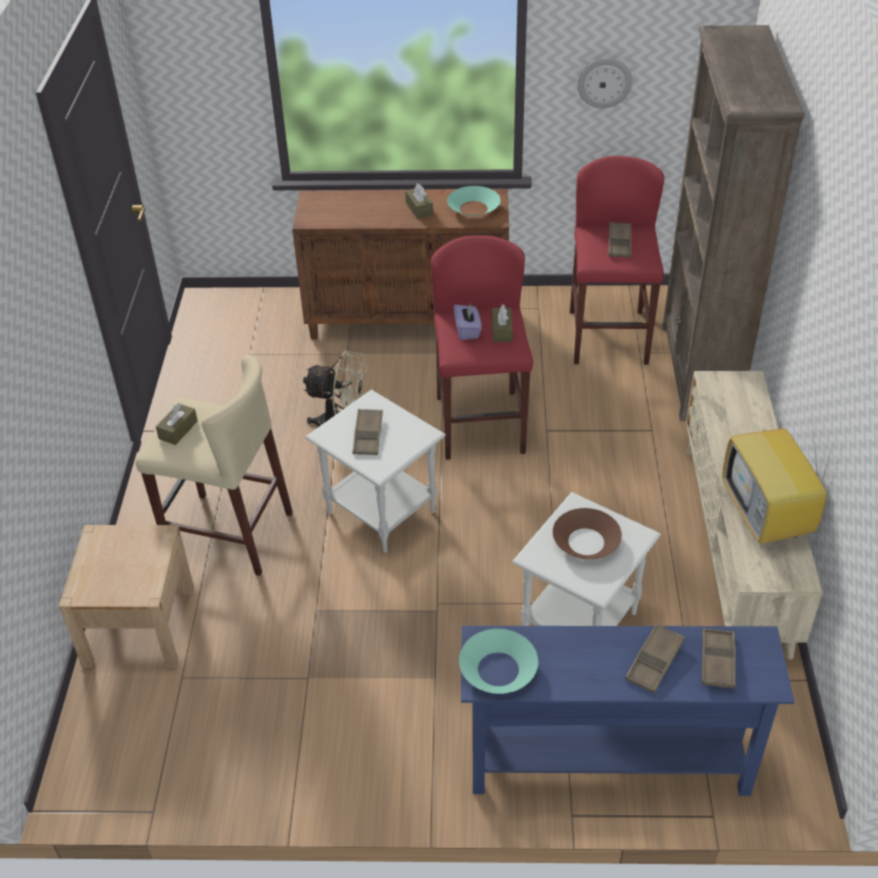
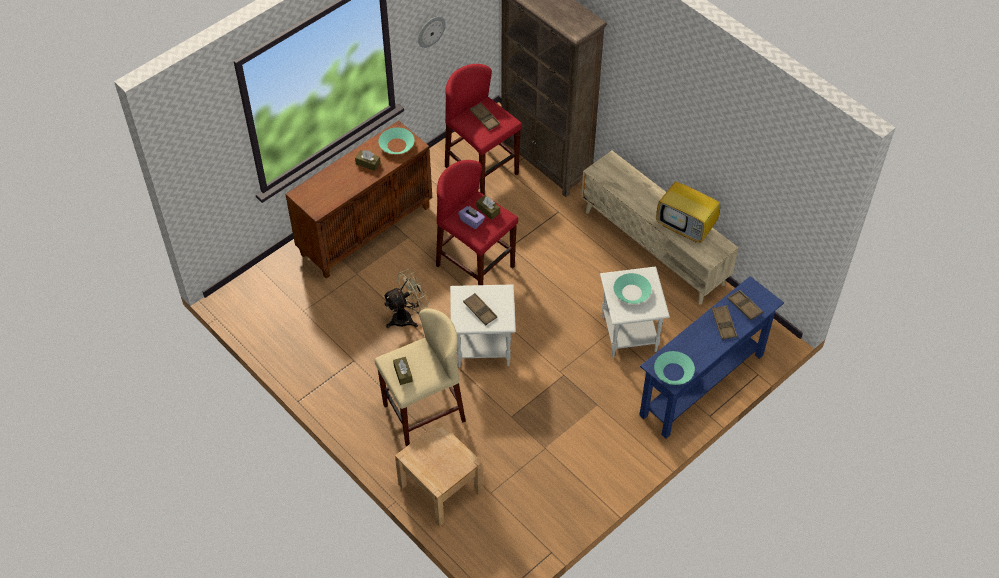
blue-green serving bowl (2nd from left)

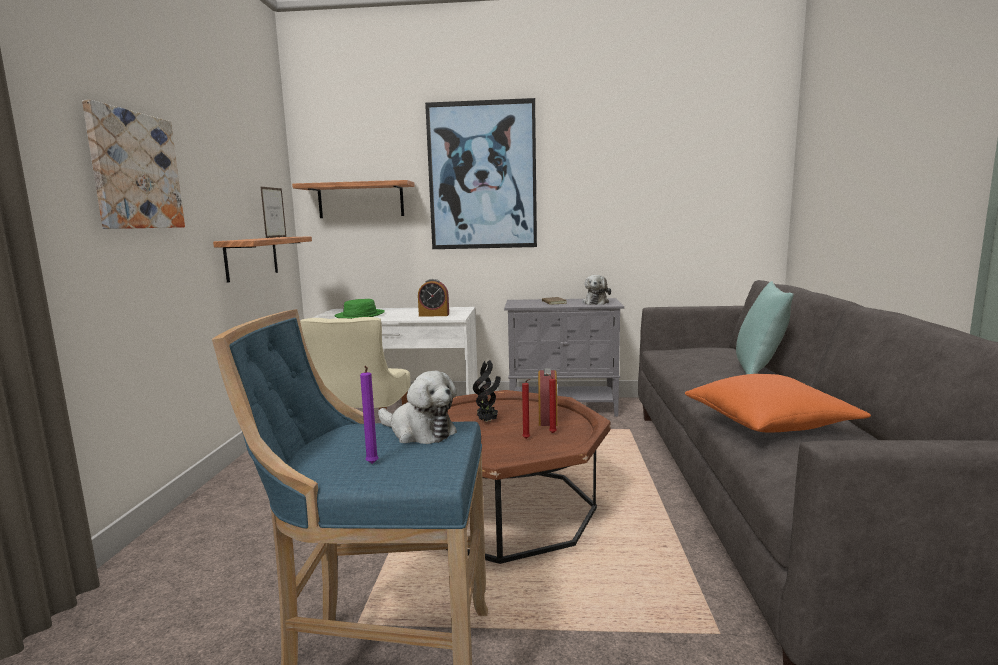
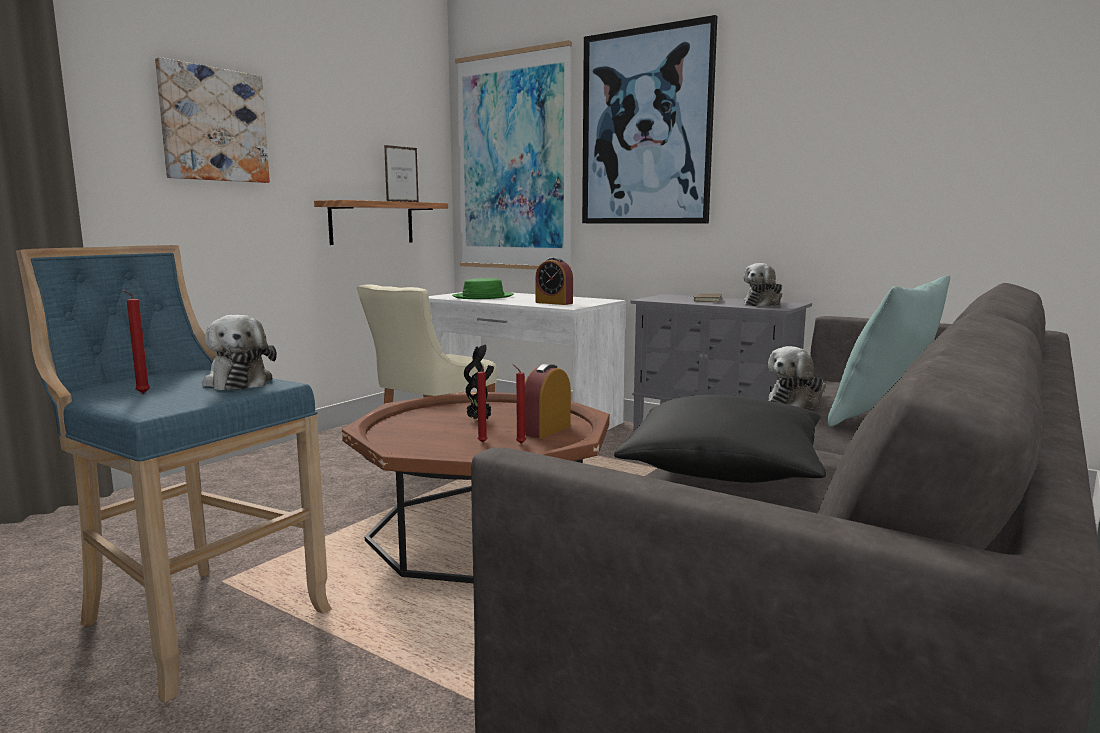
picture (2nd from left)
red candle (1st from left)
blackish cushion
soft toy (3rd from left)

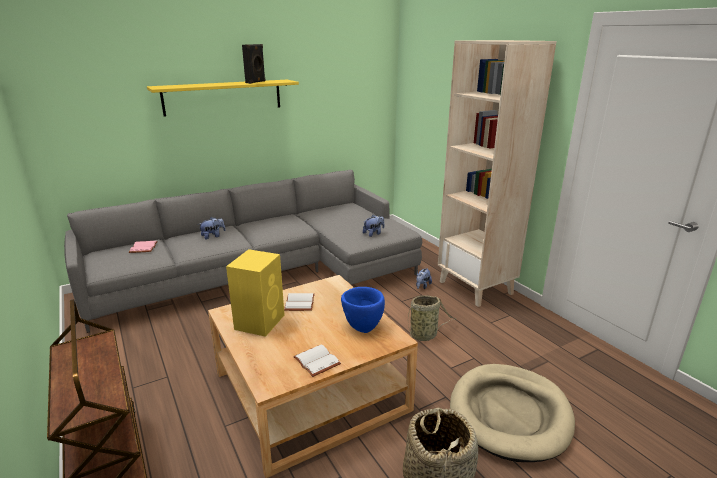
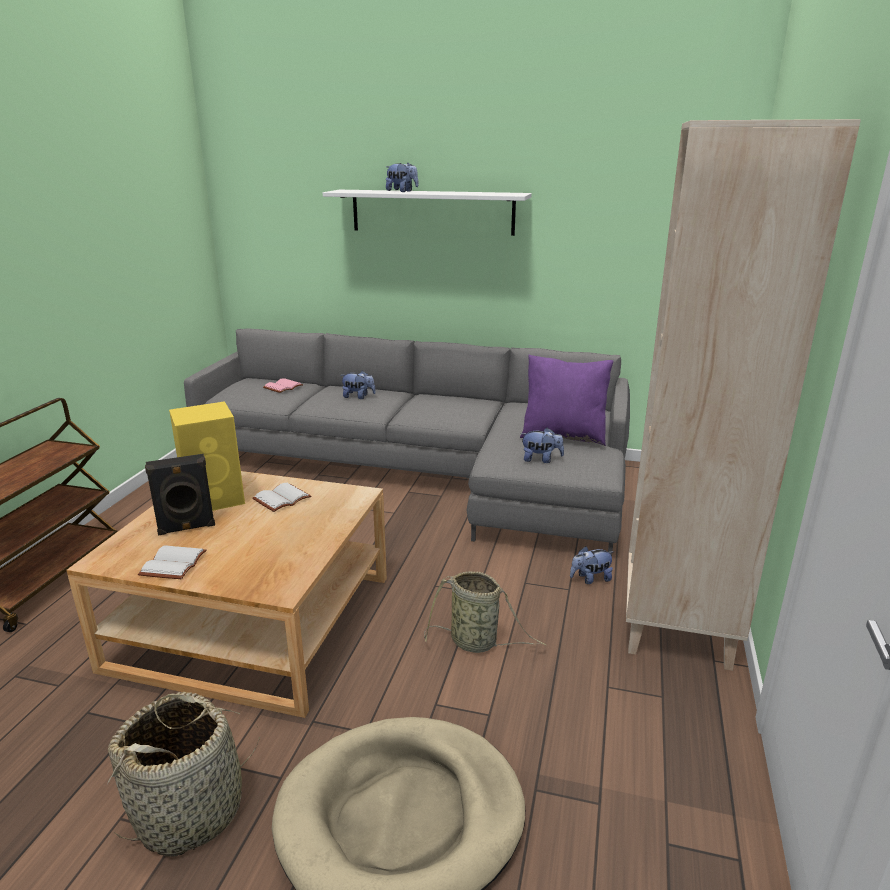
blackish speaker
white-coloured wall shelf
bluish serving bowl
soft toy (2nd from left)
purple-coloured cushion

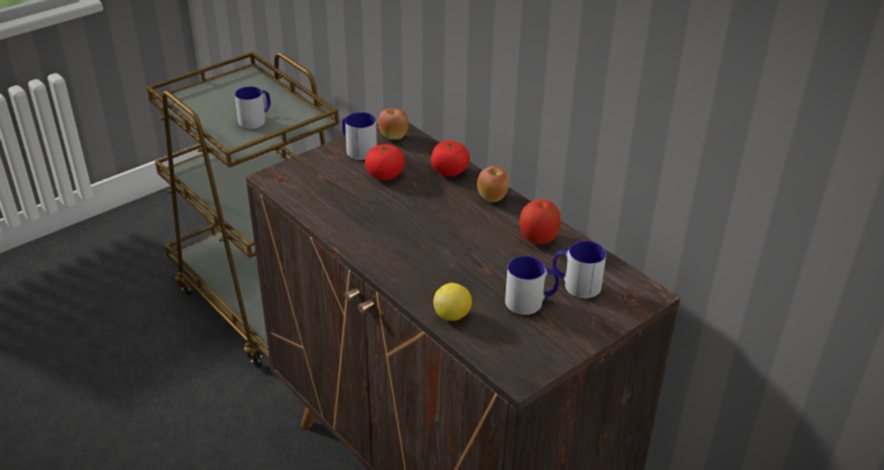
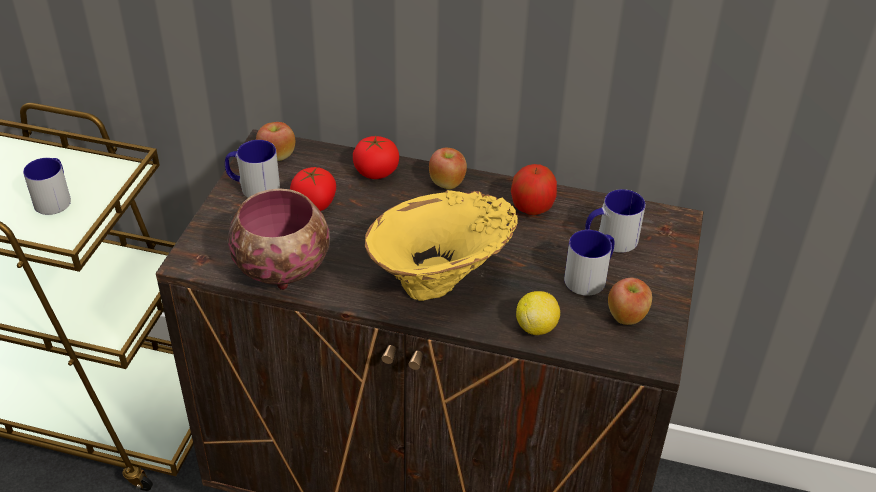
serving bowl
yellow-coloured flower vase
whole apple (4th from left)

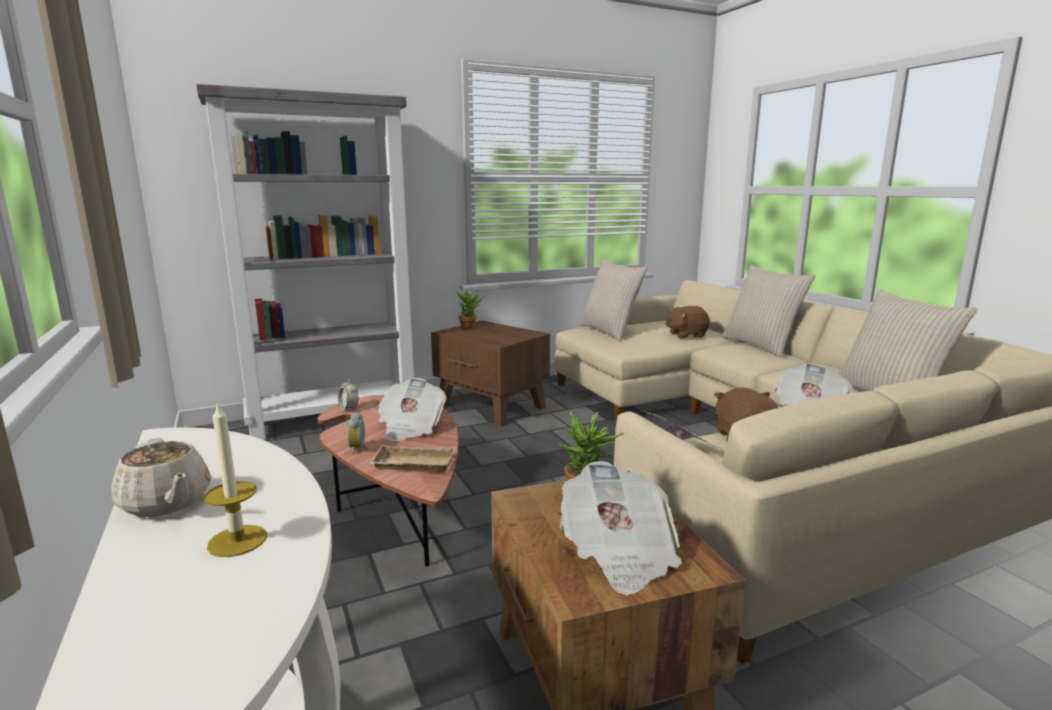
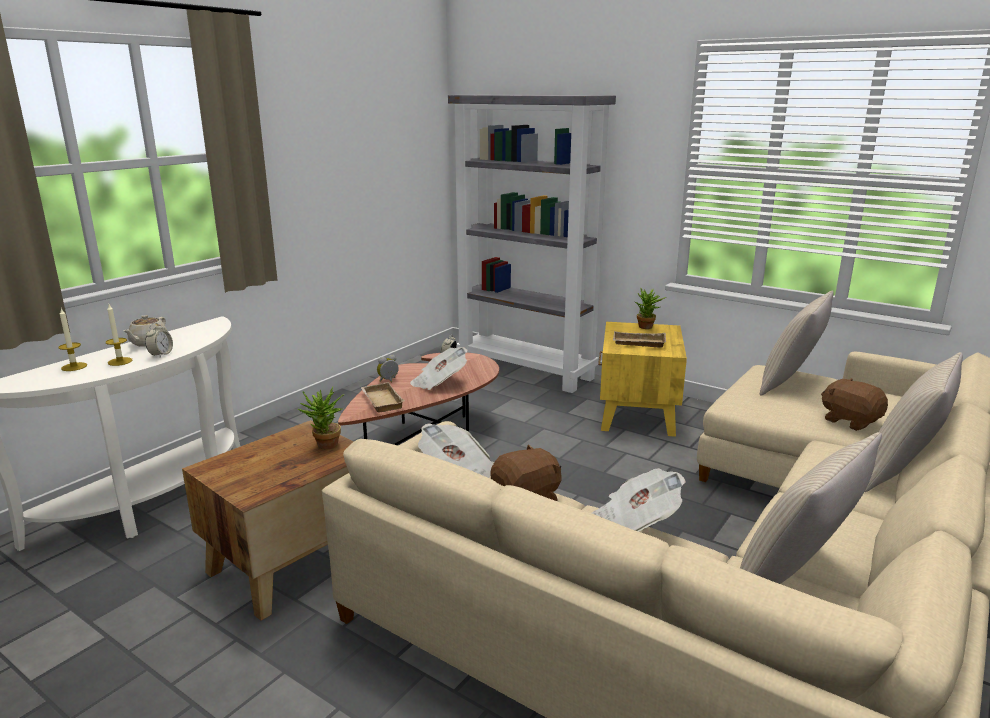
yellow-coloured end table
printed paper (2nd from left in the first image)
candle (1st from left)
table clock (1st from left)
beige carrying tray (2nd from left)

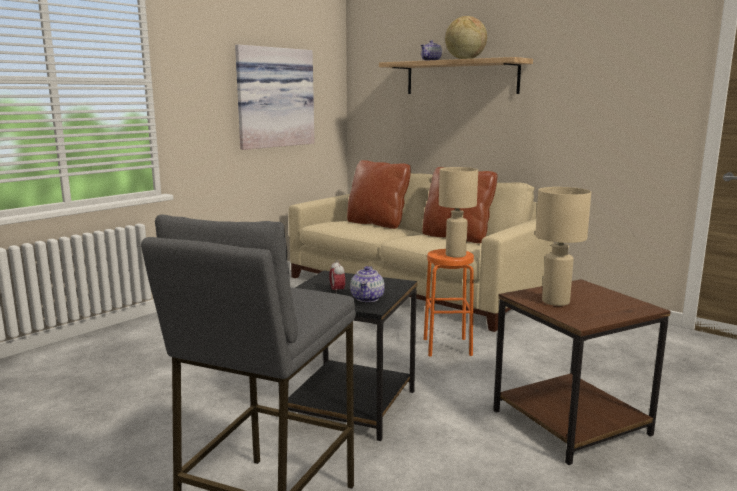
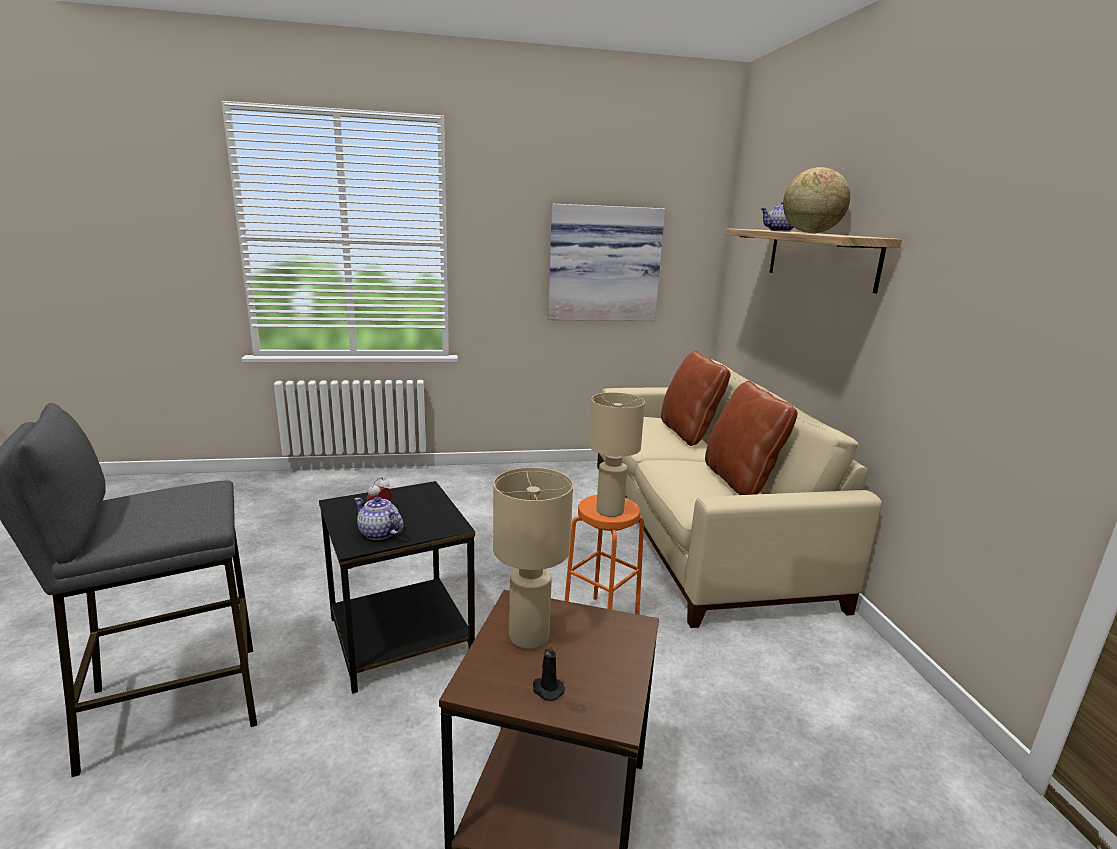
pot for tea (1st from left)
blackish candle

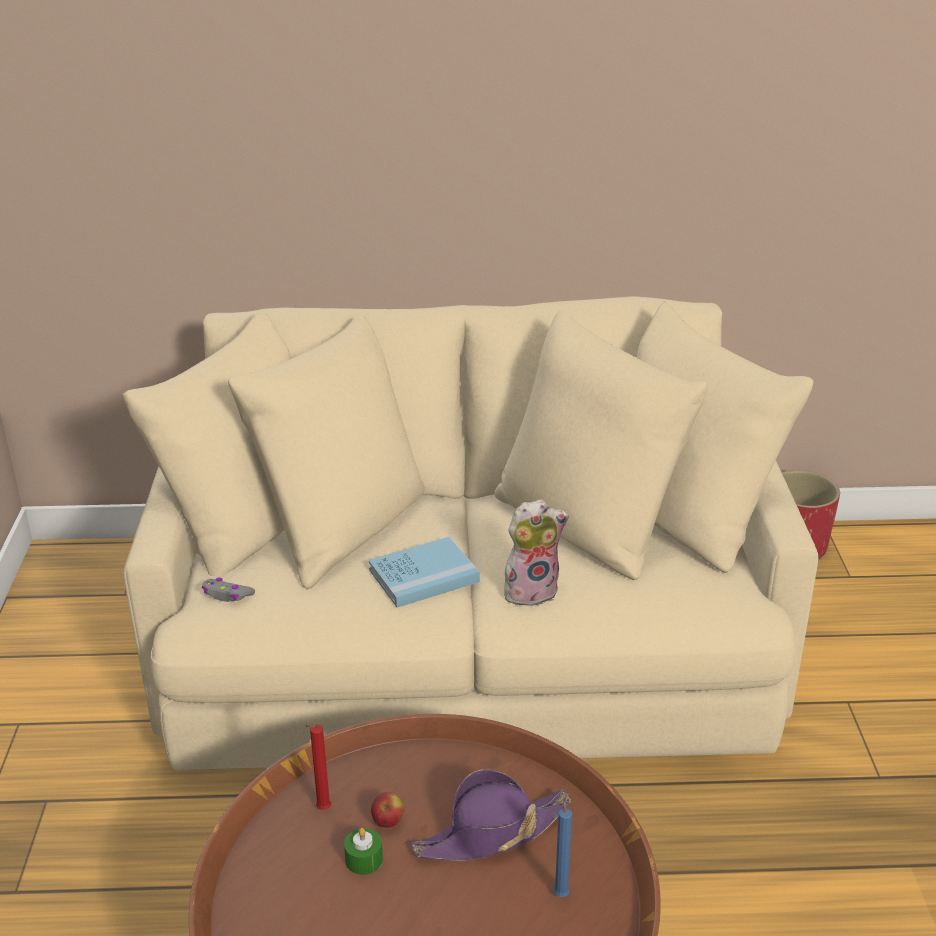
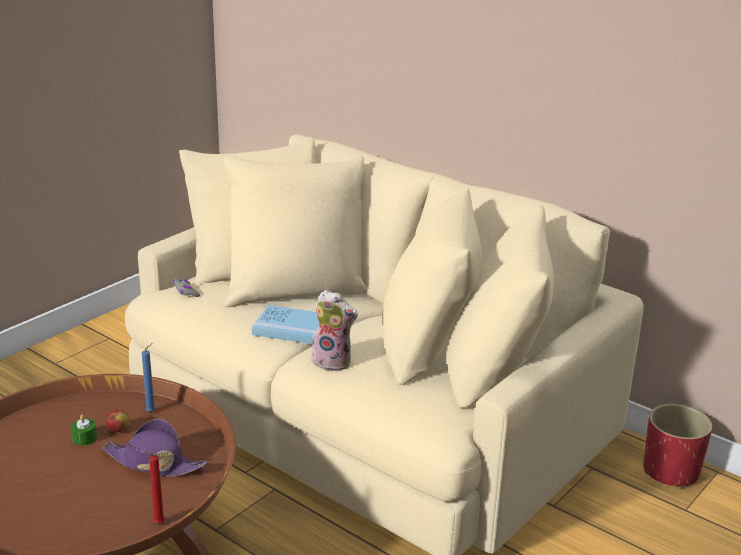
red candle
bluish candle

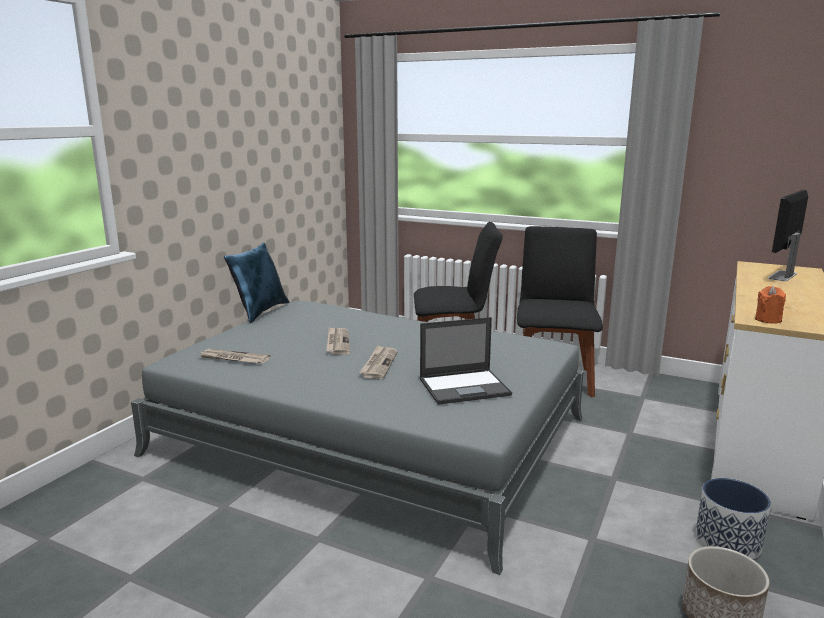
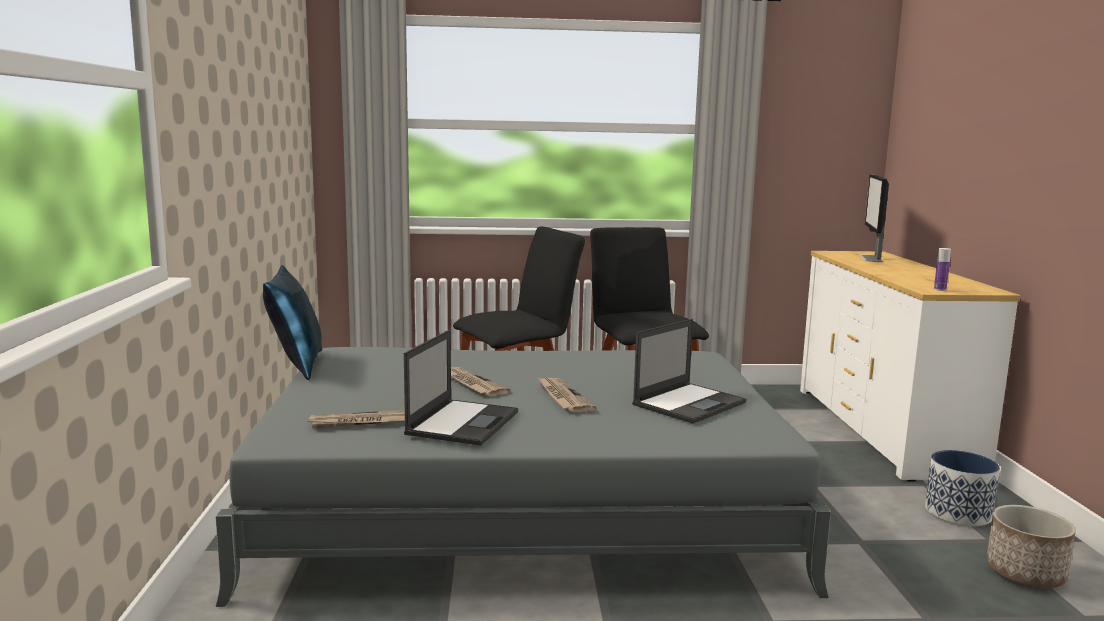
beverage bottle
laptop (1st from left)

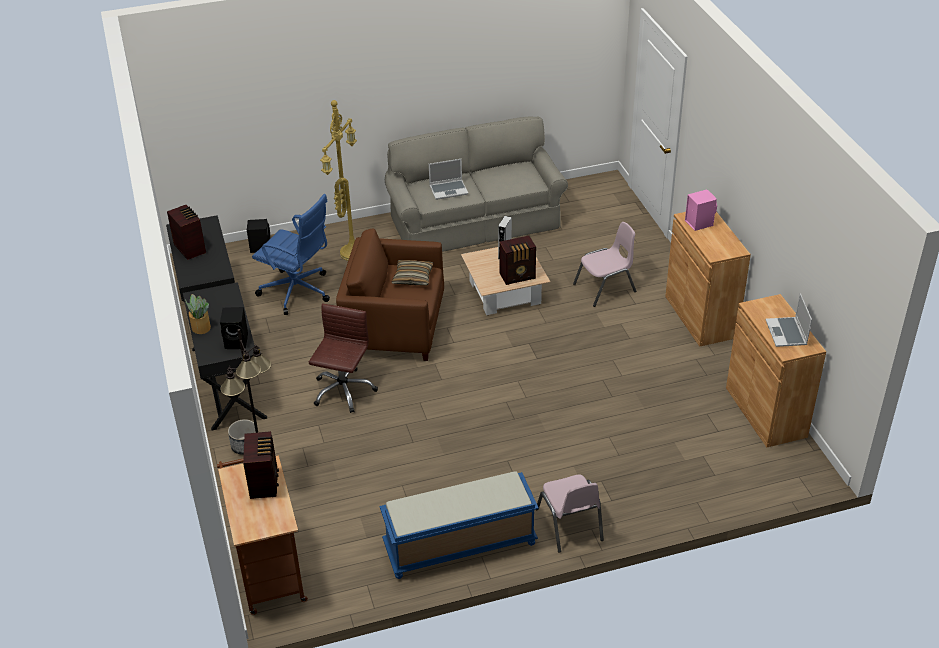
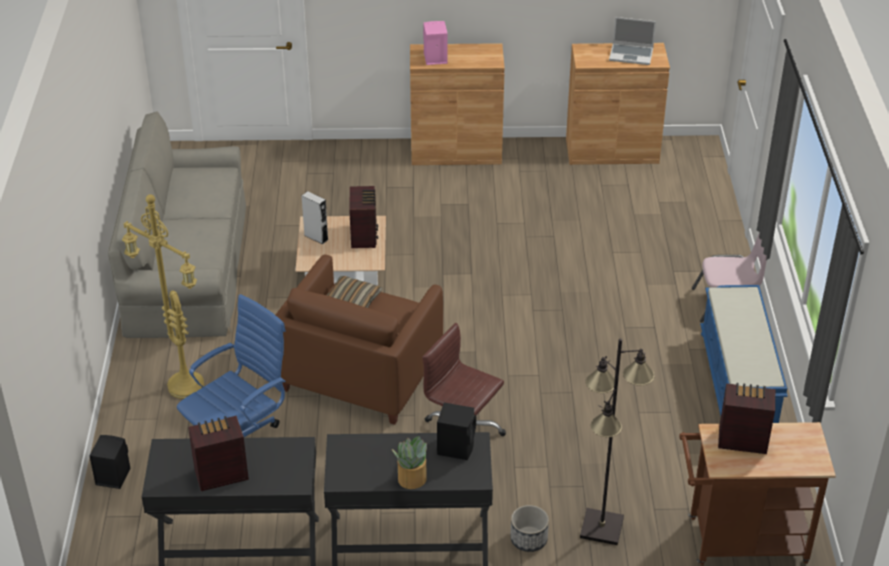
laptop (1st from left in the first image)
pink-coloured upright chair (2nd from left in the first image)

